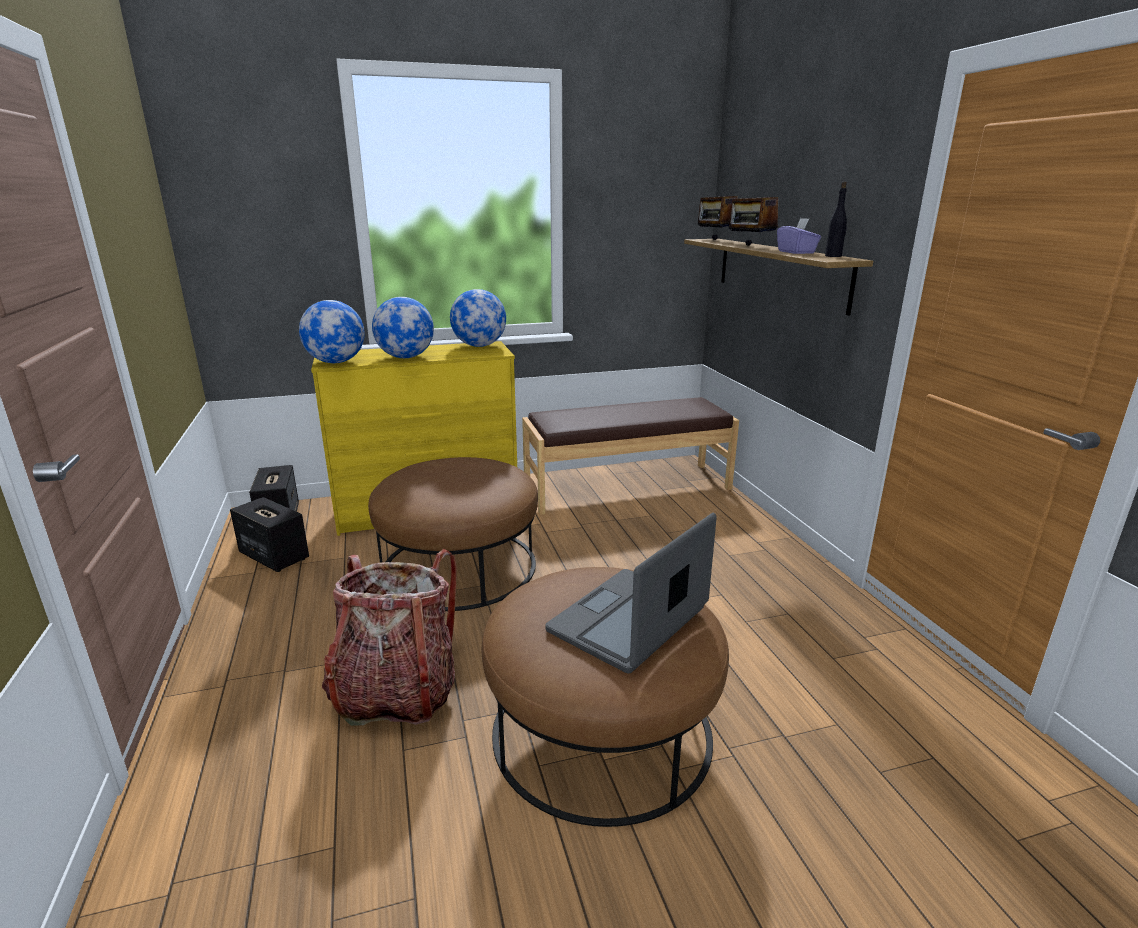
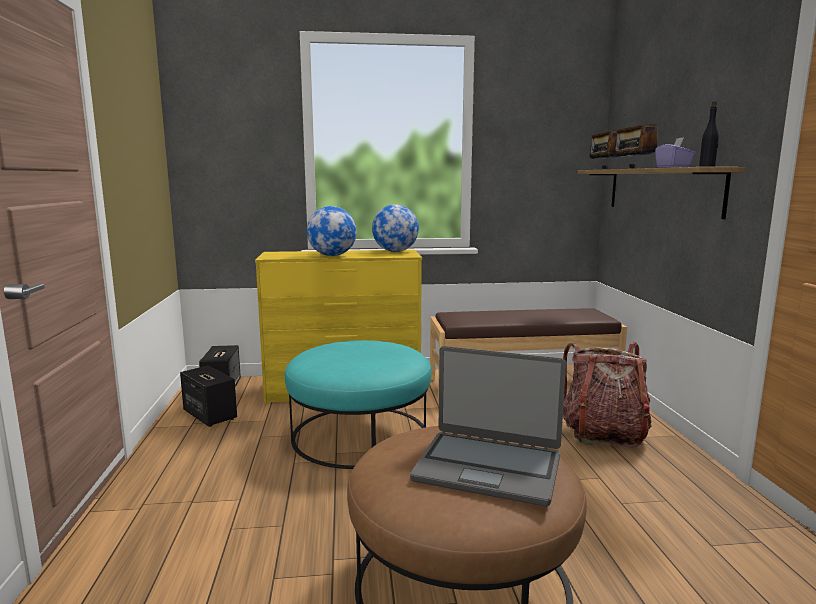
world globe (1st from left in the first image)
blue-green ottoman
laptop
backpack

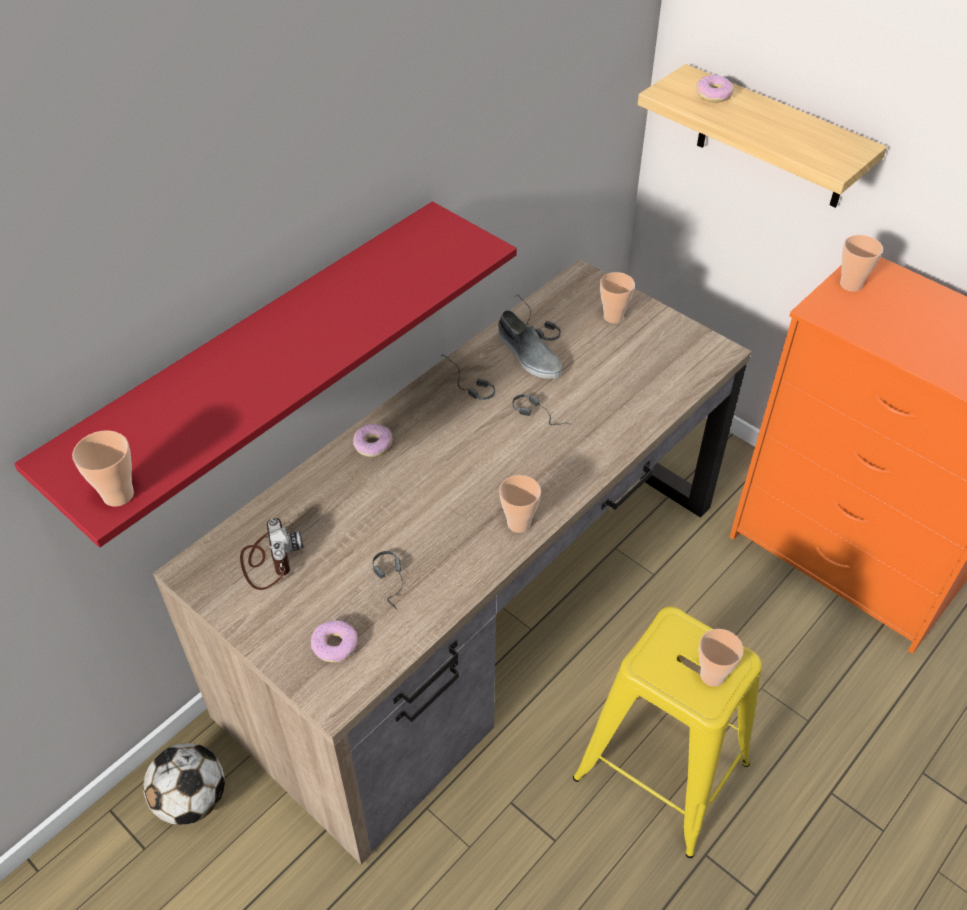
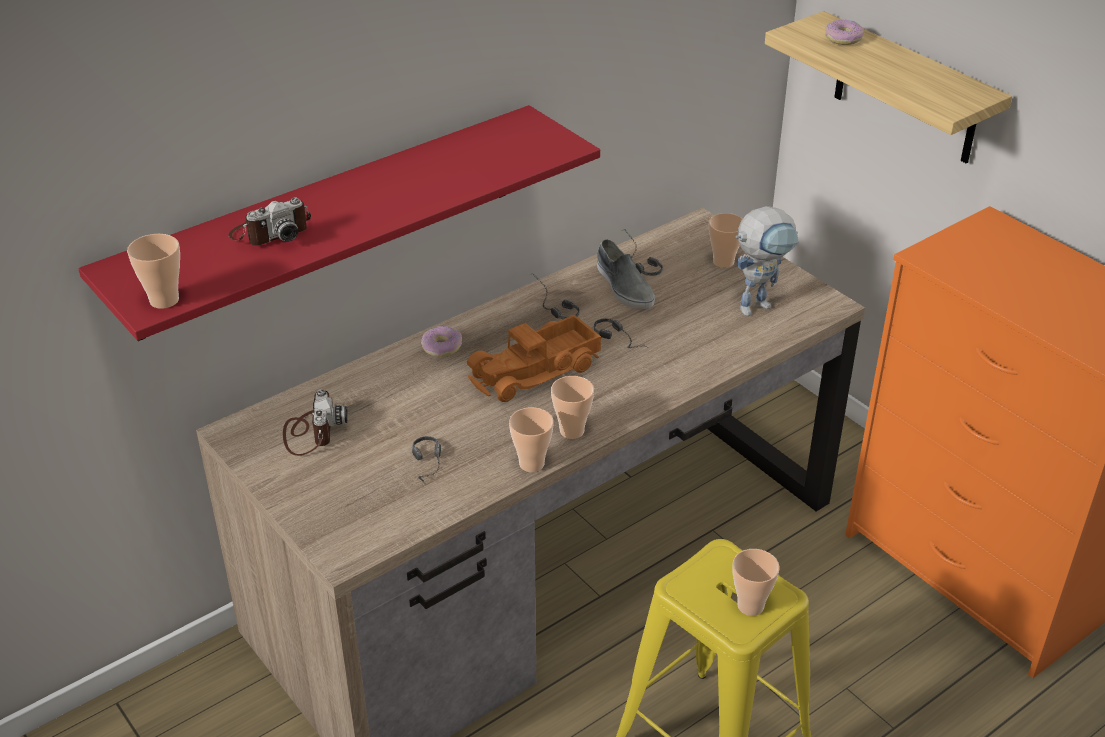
small cup (2nd from left)
doughnut (1st from left in the first image)
football ball
photo camera (1st from left)
model robot
toy lorry

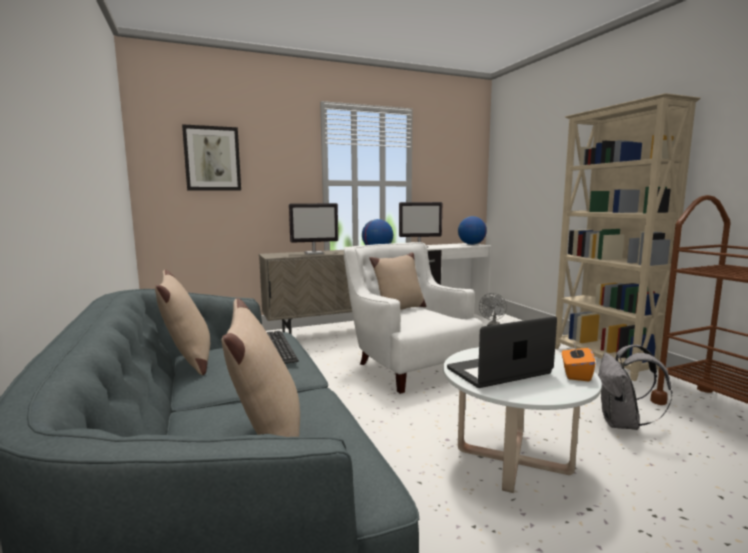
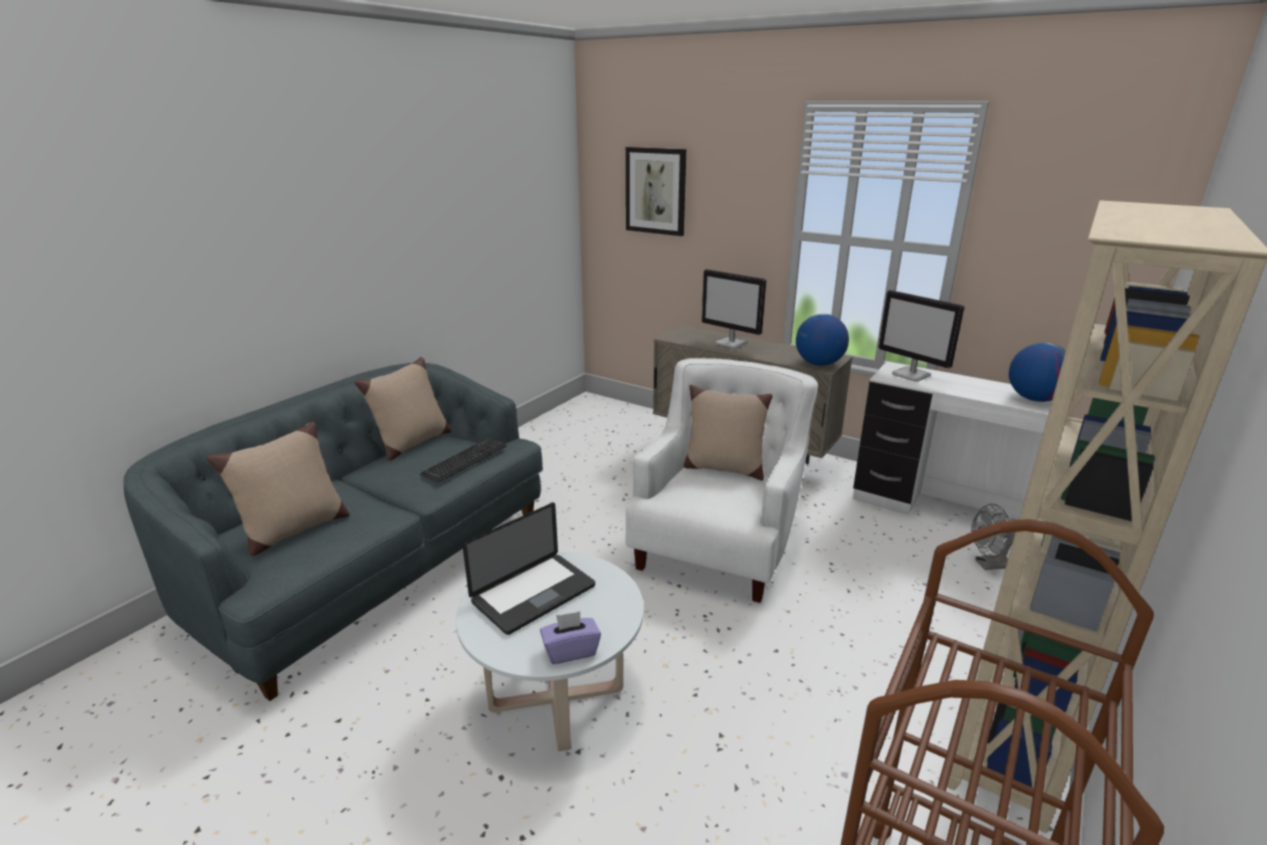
laptop
purple-coloured tissue box
grey backpack

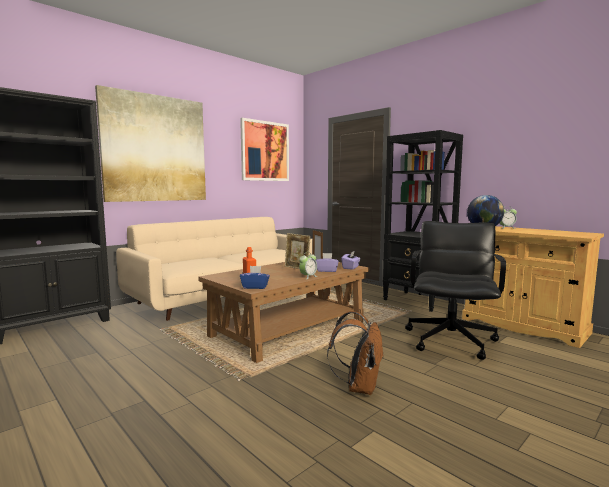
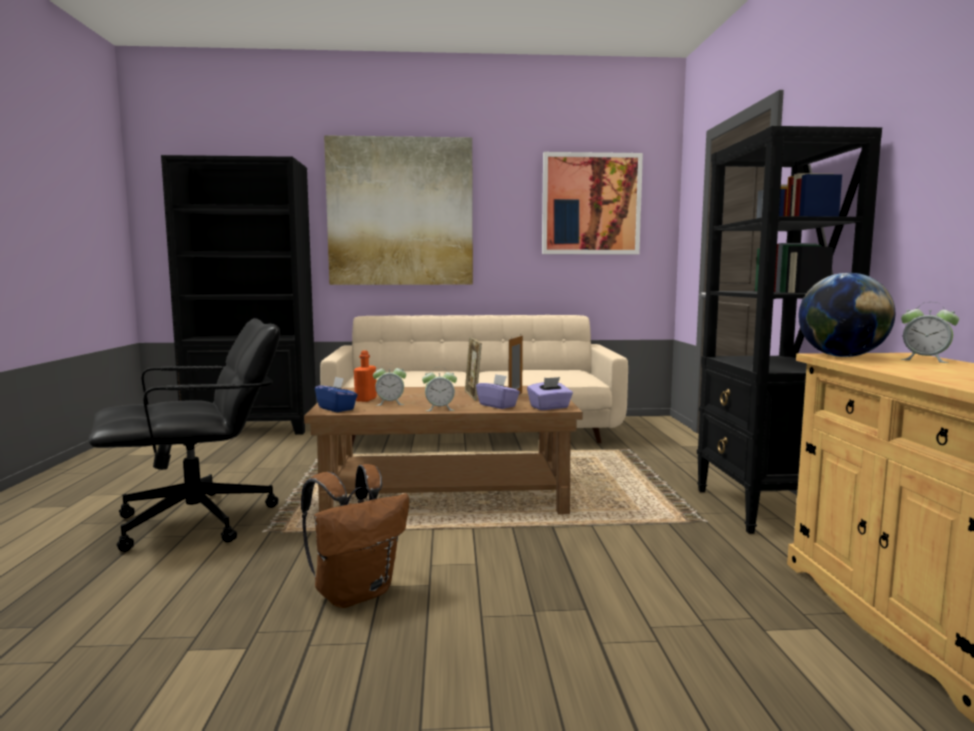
blackish desk chair
table clock (1st from left)

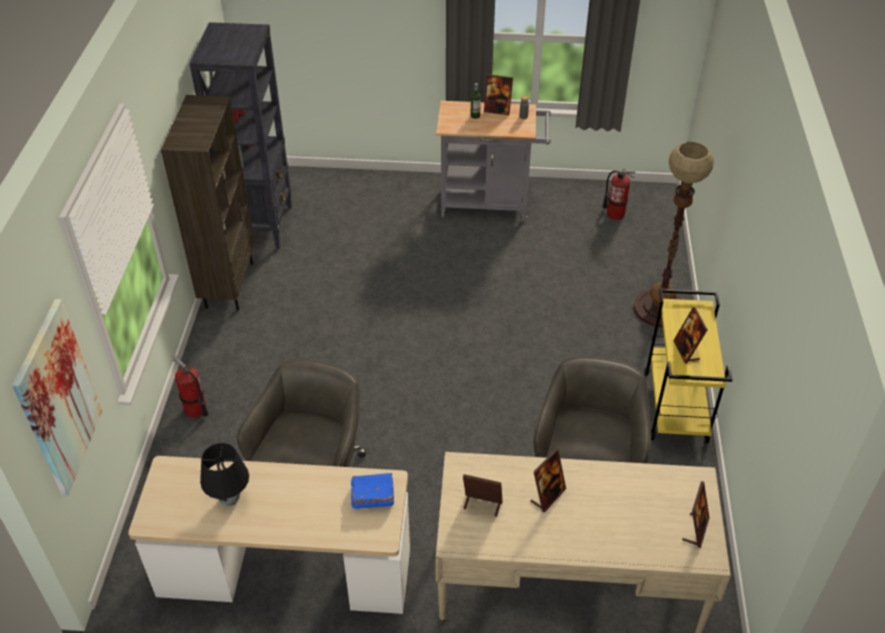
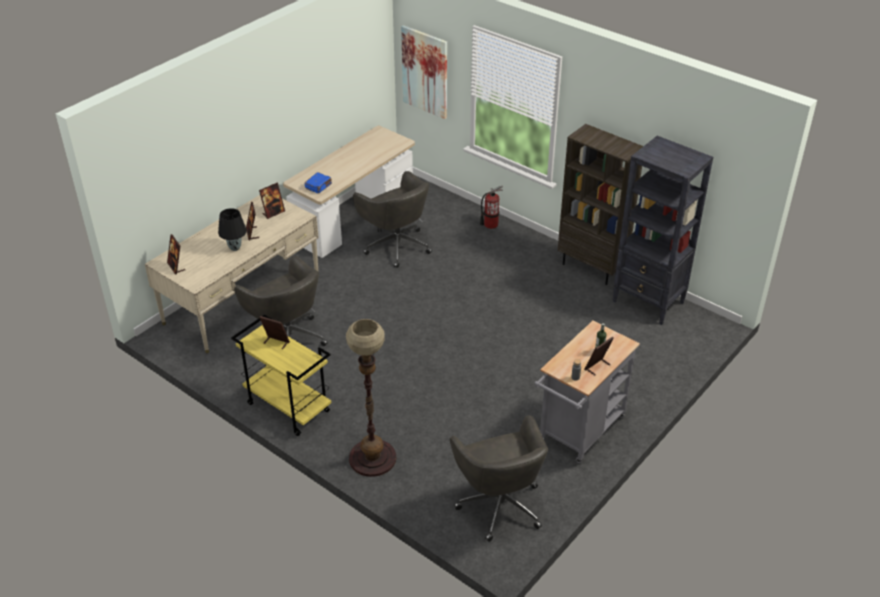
grey desk chair (3rd from left)
blackish lamp for a table

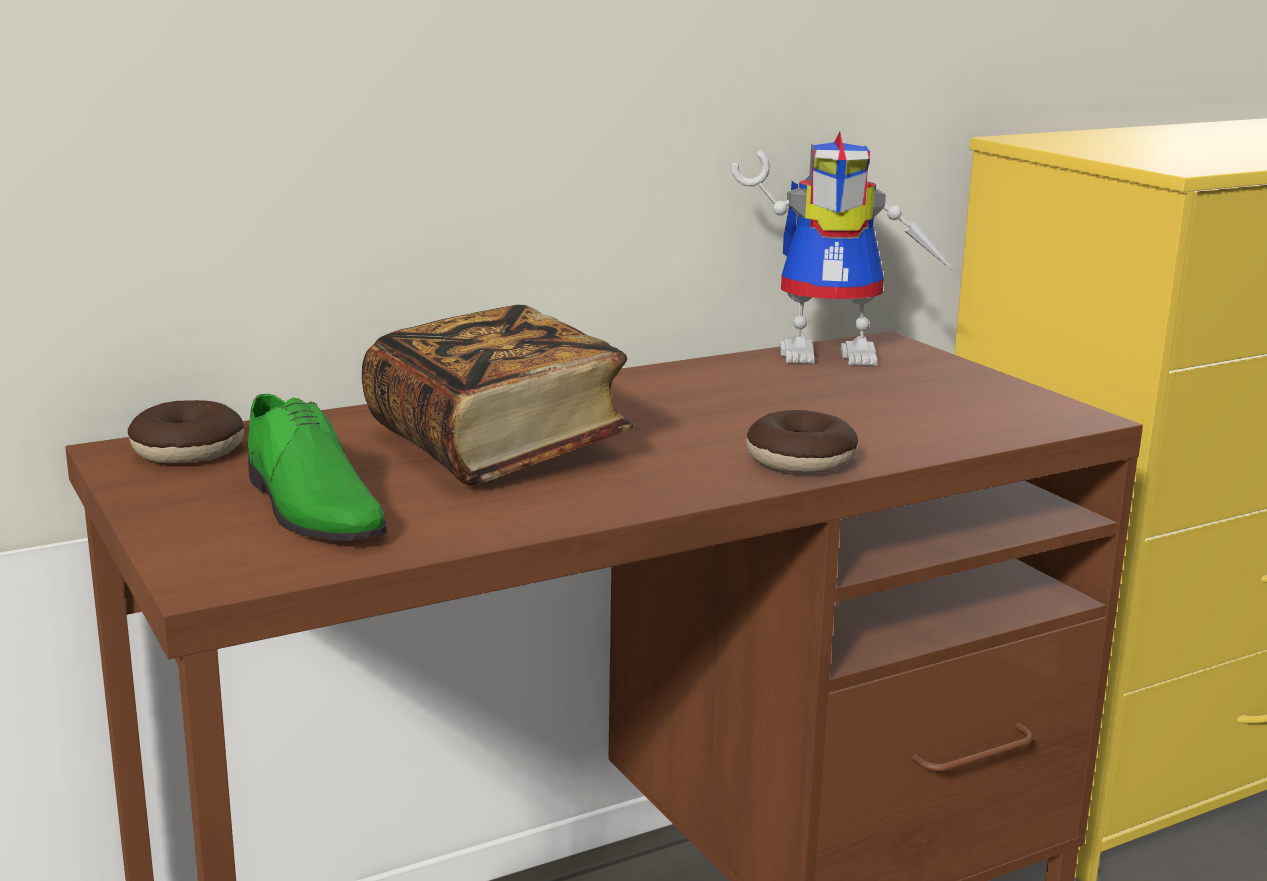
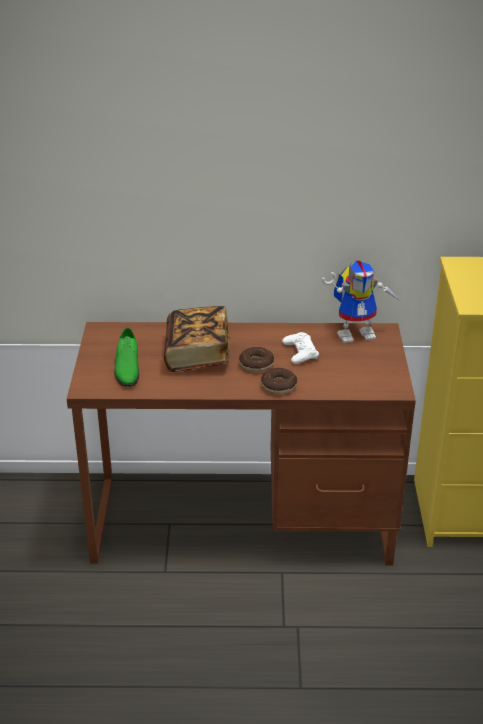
model robot
doughnut (1st from left)
white-coloured game controller

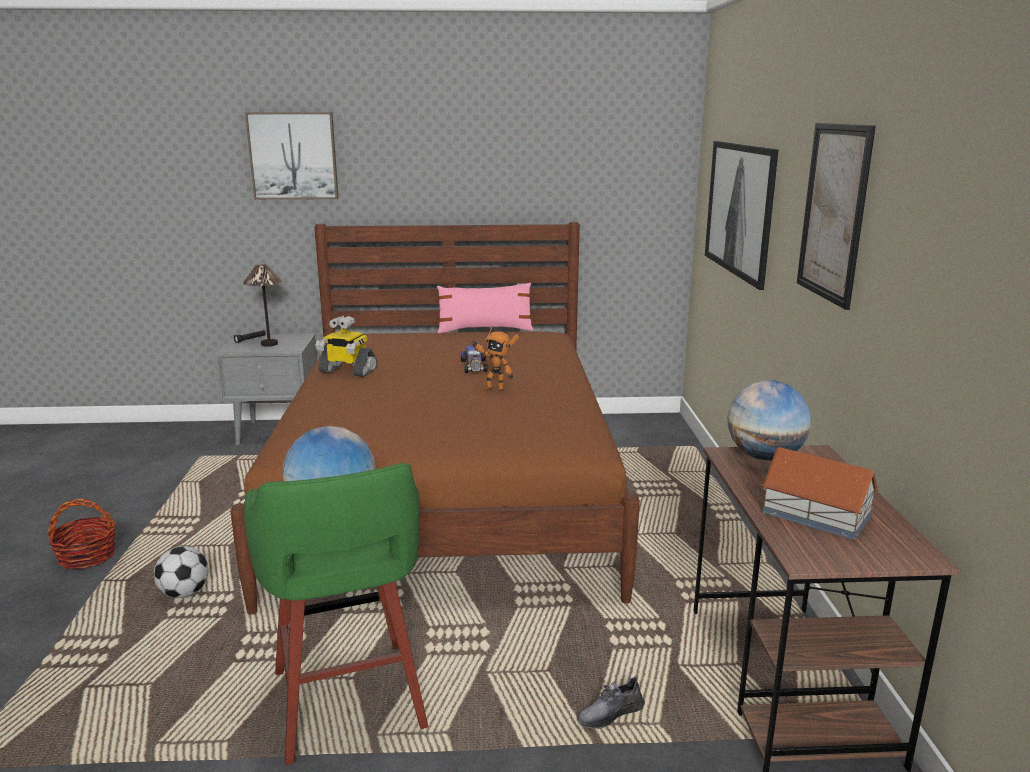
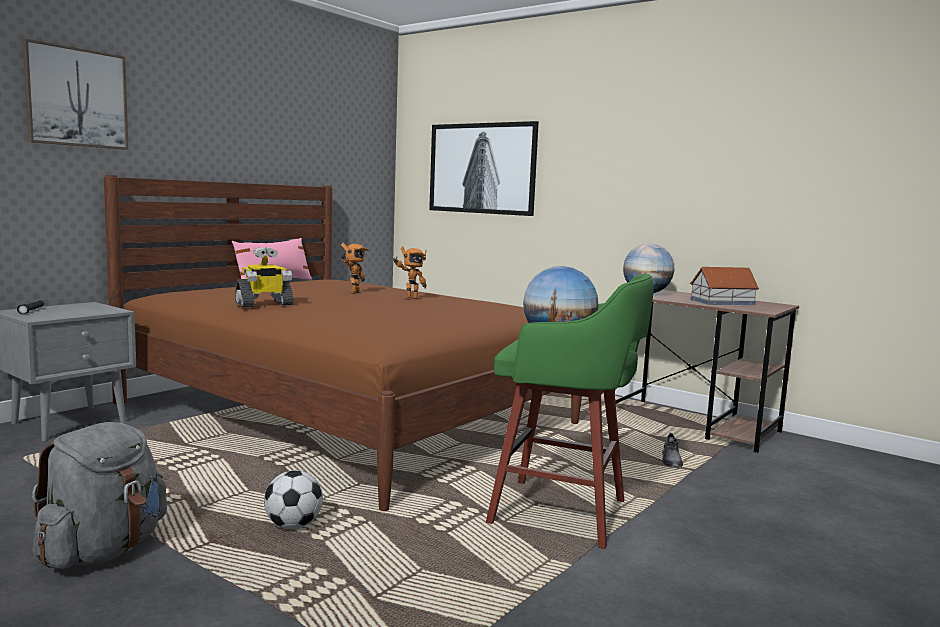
picture (3rd from left in the first image)
lamp for a table
model robot (2nd from left)
grey backpack

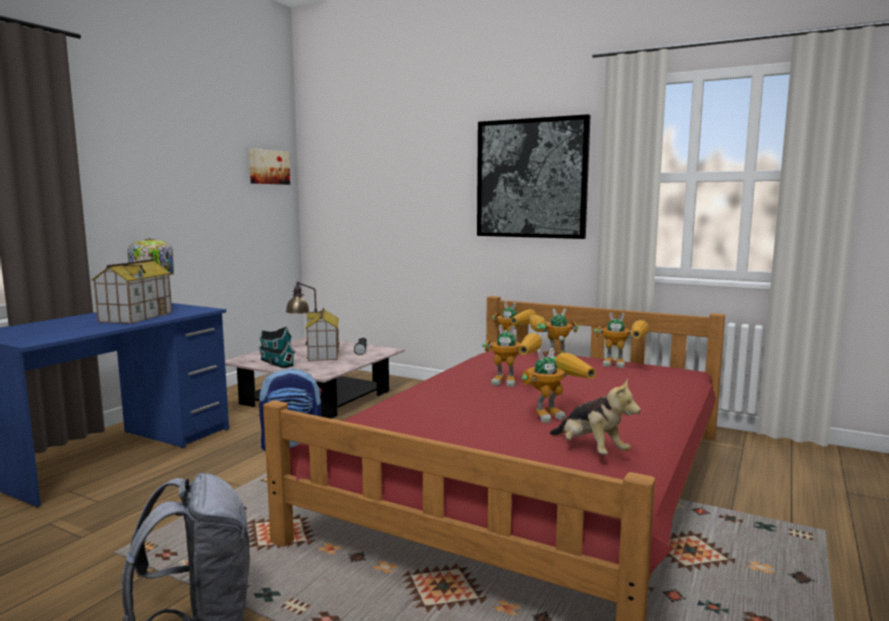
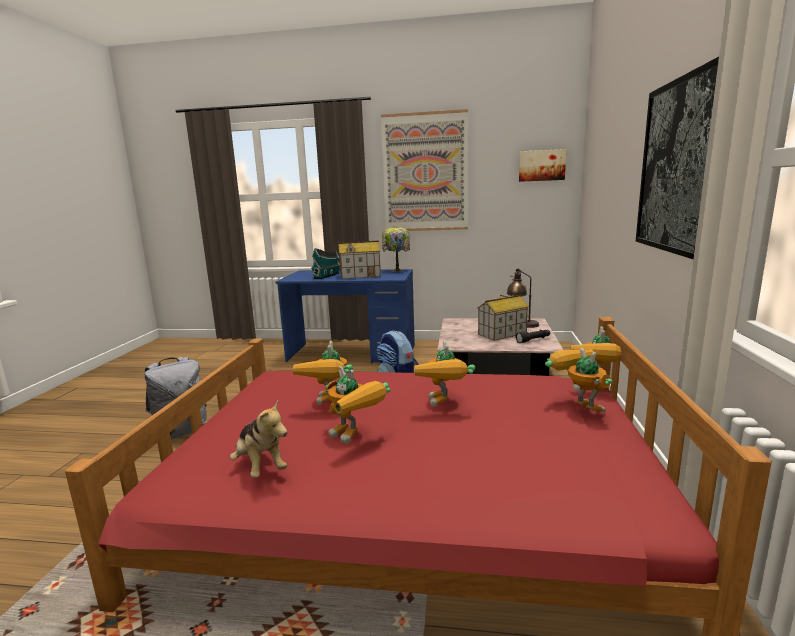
model robot (1st from left)
model house (1st from left)
soft toy
picture (1st from left)

